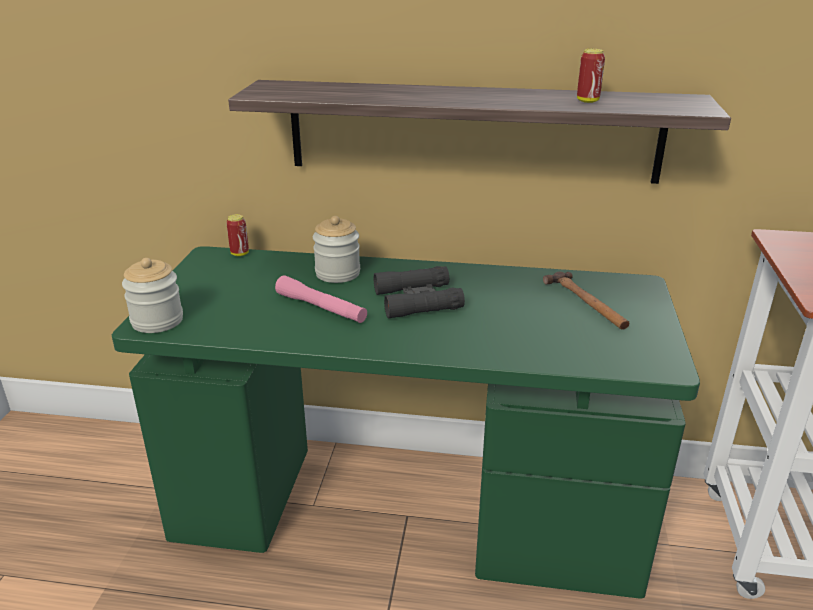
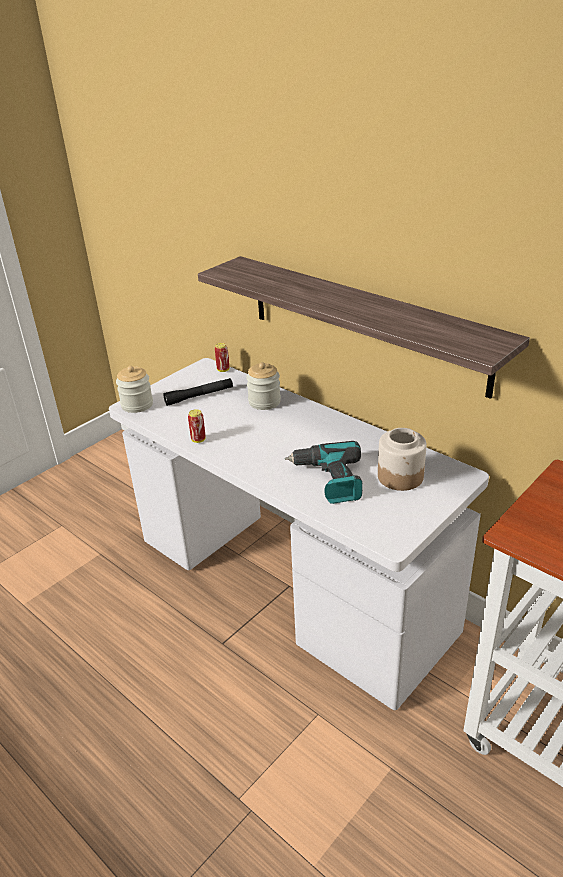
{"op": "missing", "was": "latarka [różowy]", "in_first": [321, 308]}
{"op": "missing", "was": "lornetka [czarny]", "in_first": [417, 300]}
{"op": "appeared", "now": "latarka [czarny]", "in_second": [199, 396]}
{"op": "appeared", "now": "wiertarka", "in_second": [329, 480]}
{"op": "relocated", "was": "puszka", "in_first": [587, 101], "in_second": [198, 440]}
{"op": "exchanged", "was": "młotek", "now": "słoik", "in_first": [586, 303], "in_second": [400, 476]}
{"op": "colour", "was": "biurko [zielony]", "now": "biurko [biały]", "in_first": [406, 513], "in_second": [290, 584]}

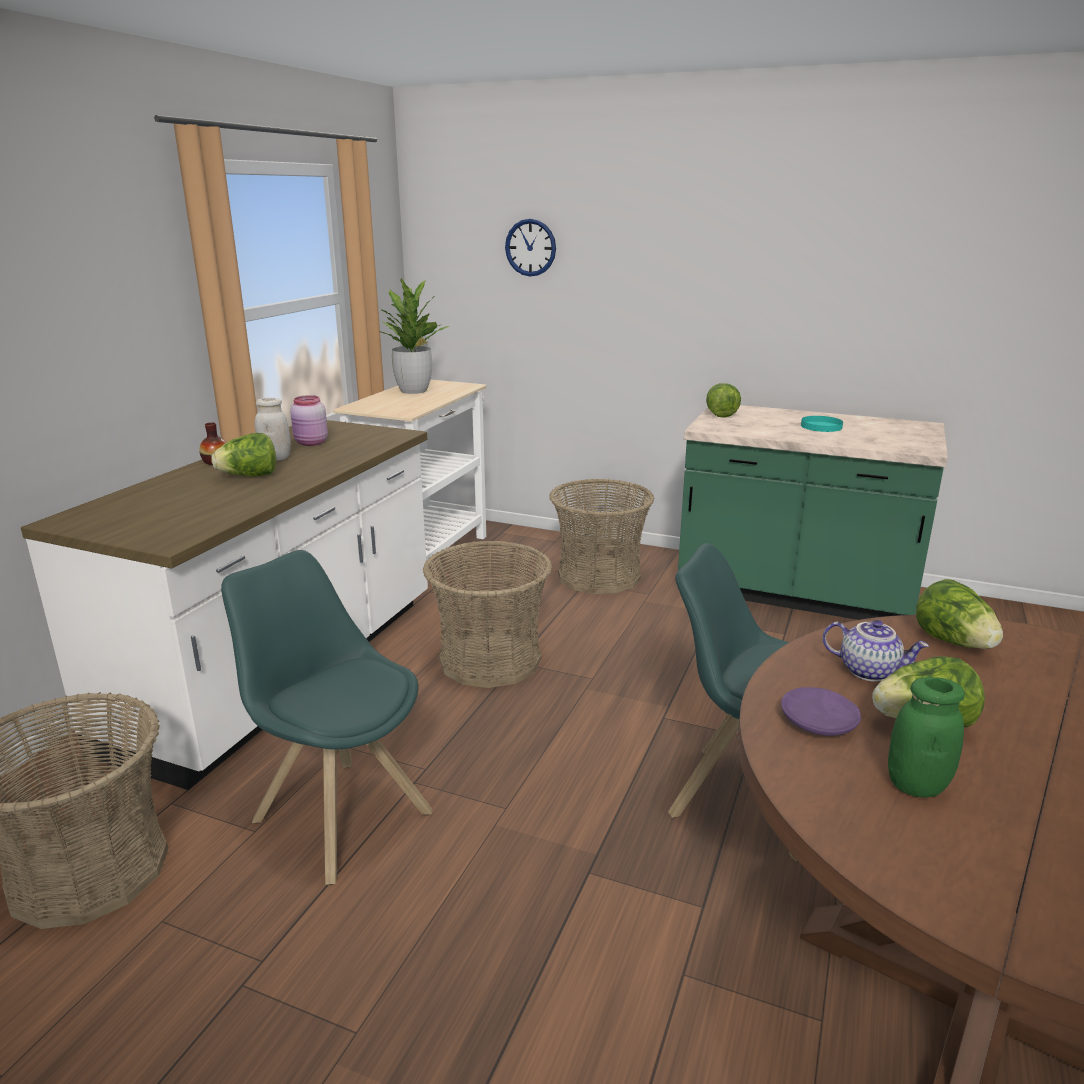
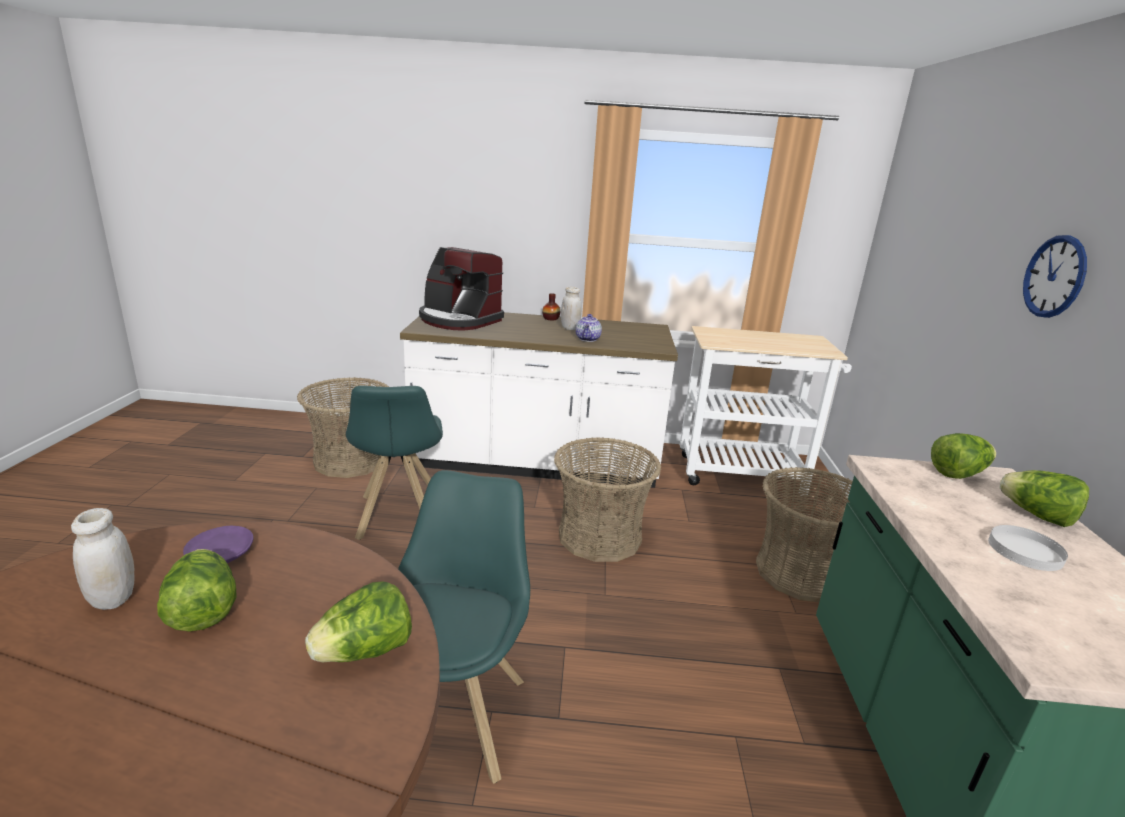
{"op": "missing", "was": "słoik [różowy]", "in_first": [311, 443]}
{"op": "missing", "was": "roślina doniczkowa", "in_first": [413, 391]}
{"op": "appeared", "now": "ekspres do kawy", "in_second": [459, 320]}
{"op": "relocated", "was": "sałata", "in_first": [249, 476], "in_second": [1037, 516]}
{"op": "relocated", "was": "zegar ścienny", "in_first": [530, 247], "in_second": [1054, 277]}
{"op": "relocated", "was": "imbryk", "in_first": [869, 671], "in_second": [588, 339]}
{"op": "colour", "was": "talerz [turkusowy]", "now": "talerz [biały]", "in_first": [821, 426], "in_second": [1025, 551]}
{"op": "colour", "was": "słoik [zielony]", "now": "słoik [biały]", "in_first": [916, 785], "in_second": [113, 598]}
{"op": "spun", "was": "krzesło [turkusowy]", "in_first": [340, 816], "in_second": [399, 516], "clockwise": 150}

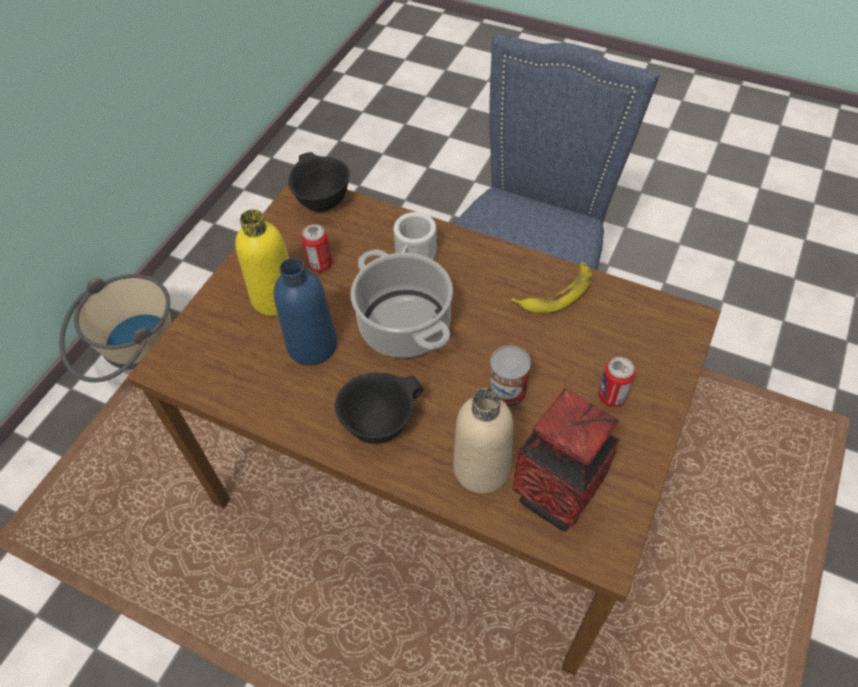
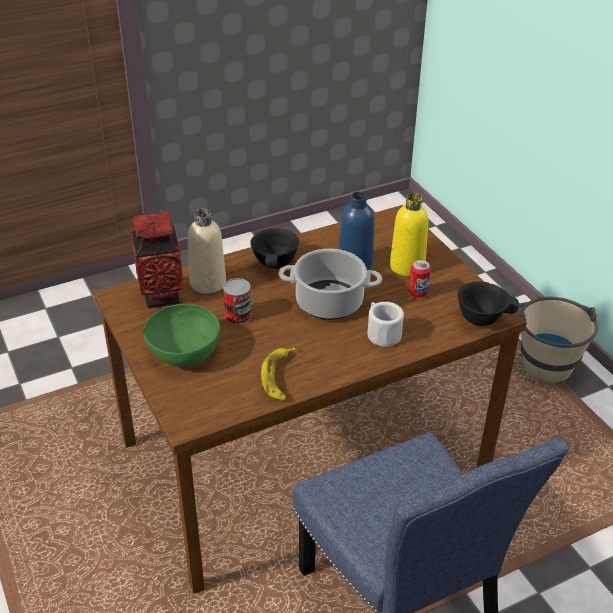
{"op": "exchanged", "was": "puszka", "now": "miska [zielony]", "in_first": [611, 396], "in_second": [183, 351]}

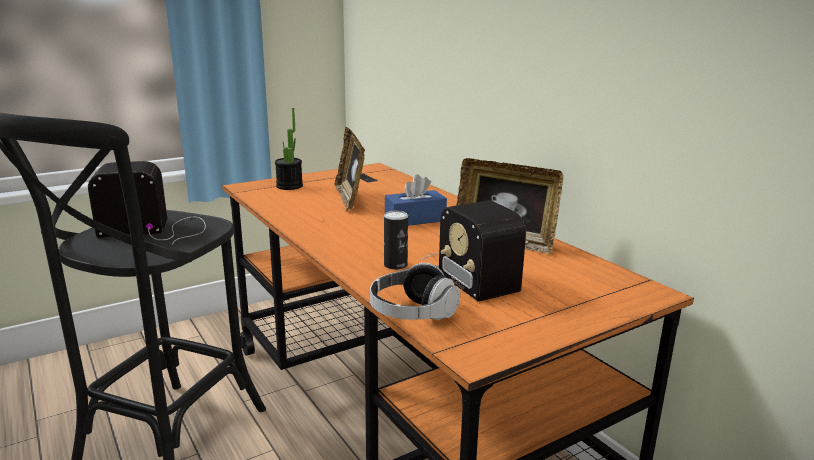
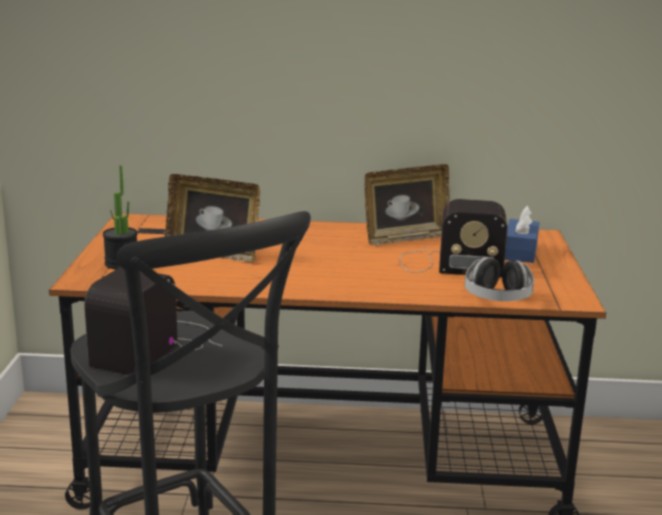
{"op": "missing", "was": "puszka", "in_first": [395, 265]}
{"op": "relocated", "was": "pudełko chusteczek [niebieski]", "in_first": [415, 219], "in_second": [520, 252]}

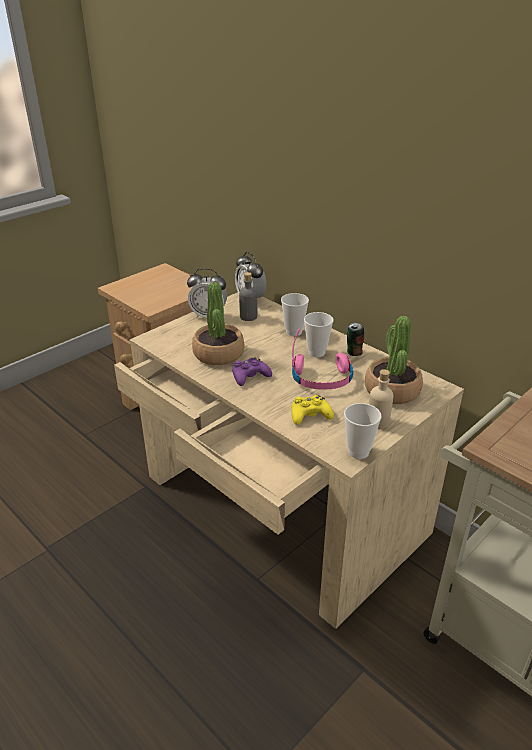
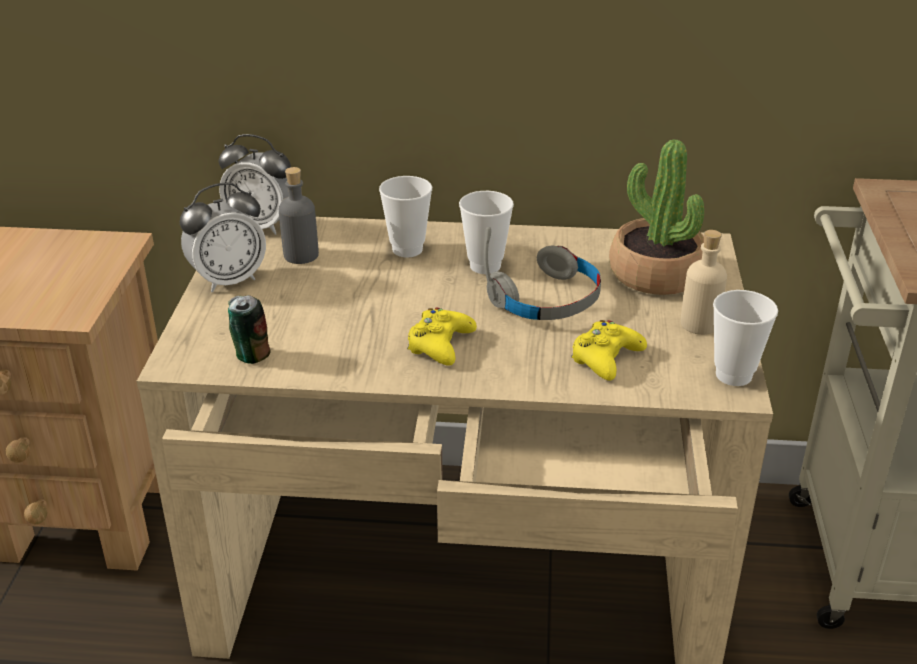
{"op": "missing", "was": "roślina doniczkowa", "in_first": [218, 354]}
{"op": "relocated", "was": "puszka", "in_first": [353, 352], "in_second": [251, 355]}
{"op": "colour", "was": "pad do gier [fioletowy]", "now": "pad do gier [żółty]", "in_first": [250, 376], "in_second": [440, 345]}
{"op": "colour", "was": "słuchawki [różowy]", "now": "słuchawki [szary]", "in_first": [322, 379], "in_second": [547, 300]}

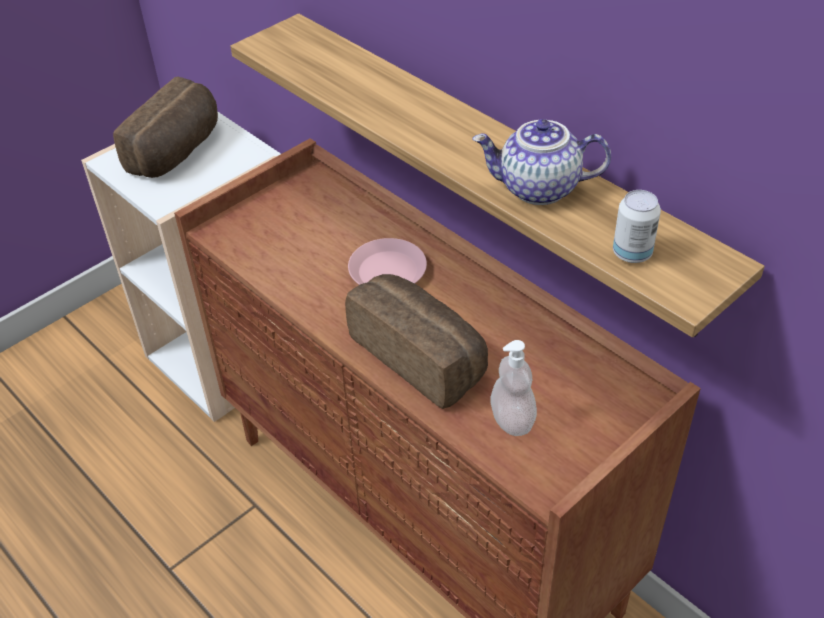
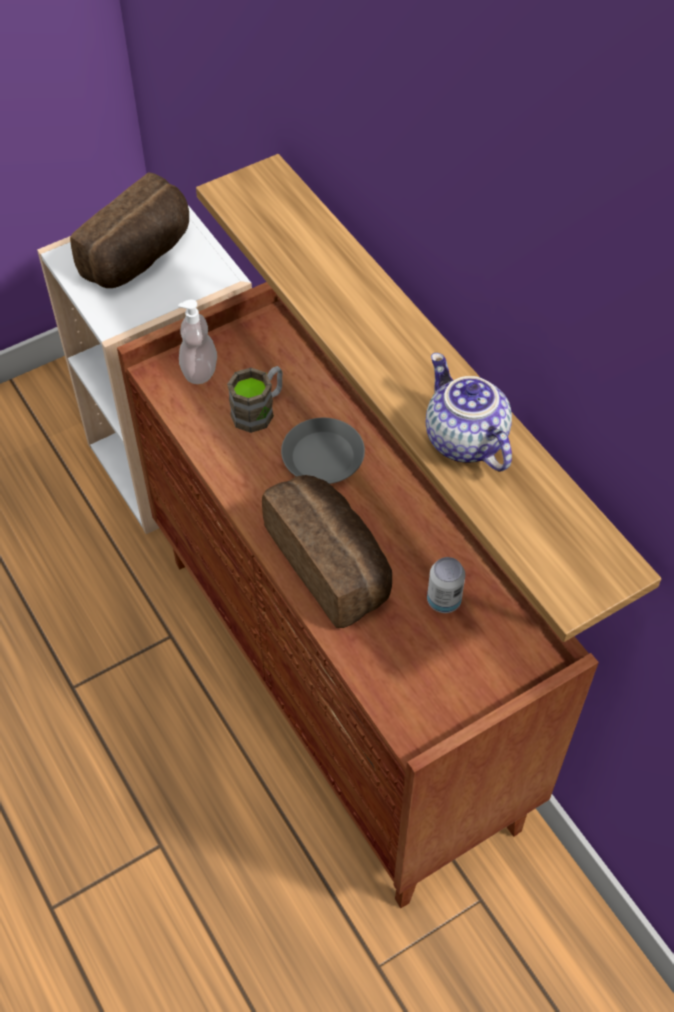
{"op": "appeared", "now": "kubek [brązowy]", "in_second": [259, 410]}
{"op": "relocated", "was": "dozownik mydła", "in_first": [512, 420], "in_second": [199, 371]}
{"op": "relocated", "was": "puszka", "in_first": [632, 253], "in_second": [443, 600]}
{"op": "colour", "was": "talerz [różowy]", "now": "talerz [szary]", "in_first": [388, 272], "in_second": [323, 457]}
{"op": "spun", "was": "imbryk", "in_first": [538, 189], "in_second": [463, 440], "clockwise": 45}

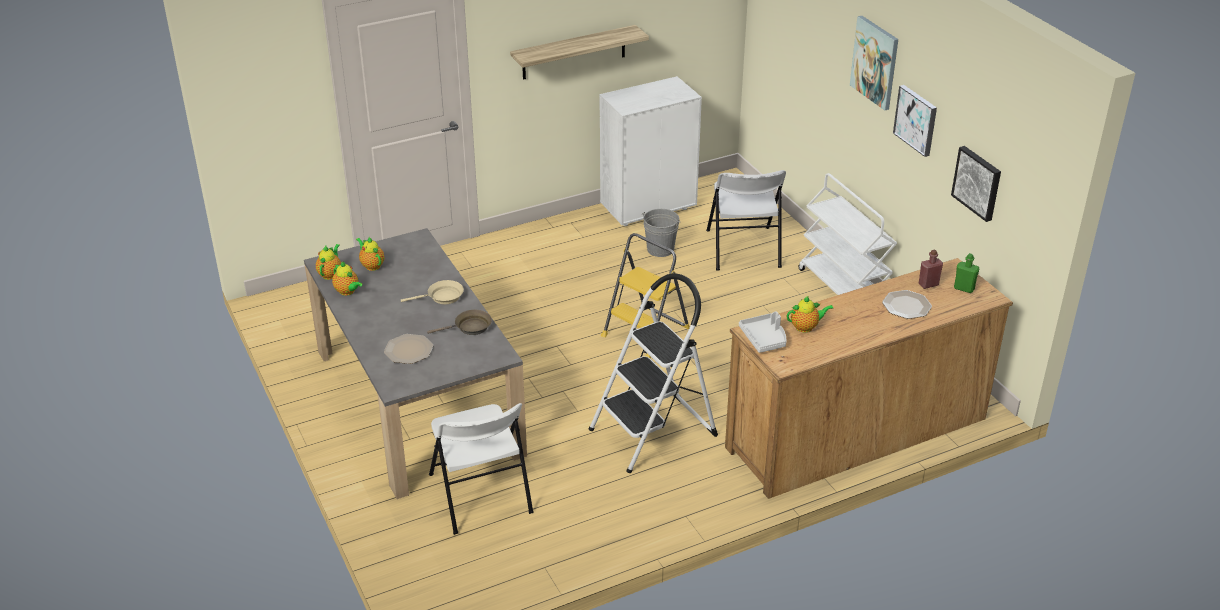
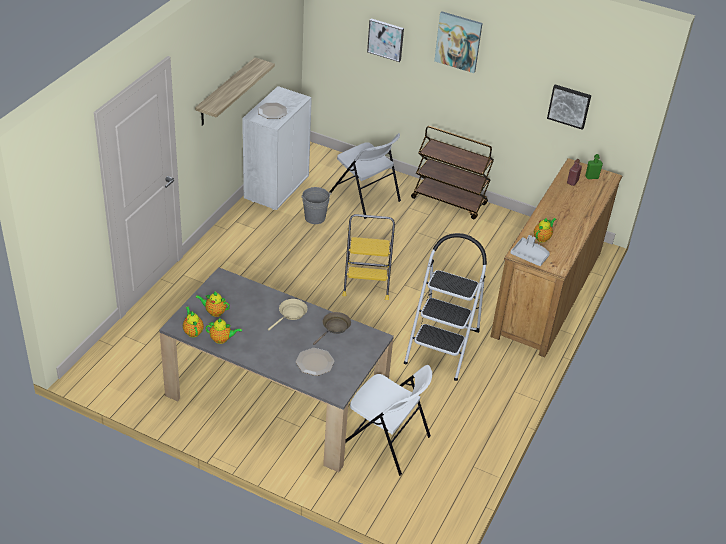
{"op": "relocated", "was": "talerz", "in_first": [907, 305], "in_second": [272, 111]}
{"op": "relocated", "was": "obraz", "in_first": [916, 120], "in_second": [386, 39]}
{"op": "colour", "was": "wózek [biały]", "now": "wózek [brązowy]", "in_first": [843, 289], "in_second": [449, 201]}

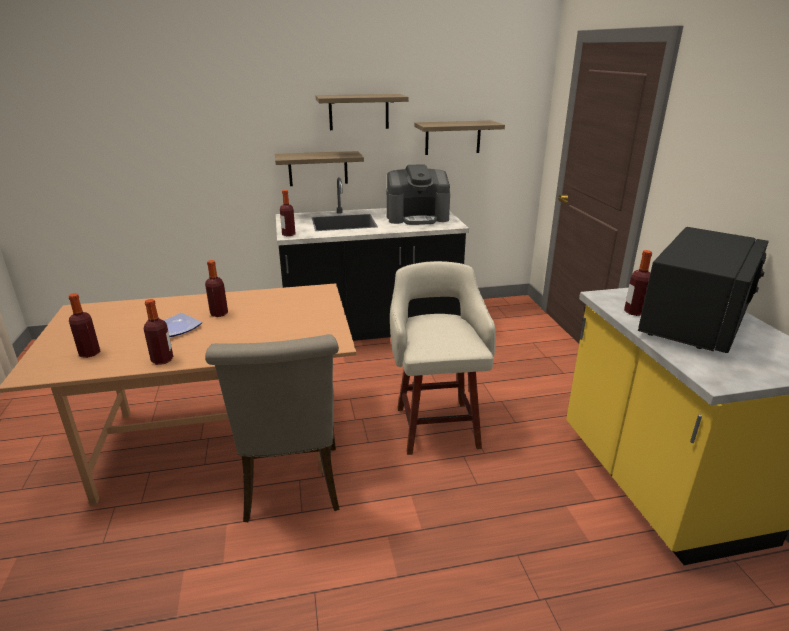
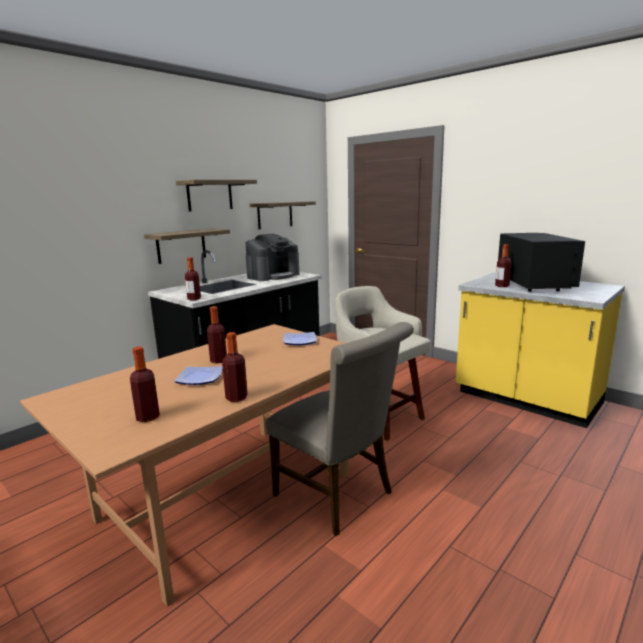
{"op": "appeared", "now": "talerz", "in_second": [300, 341]}

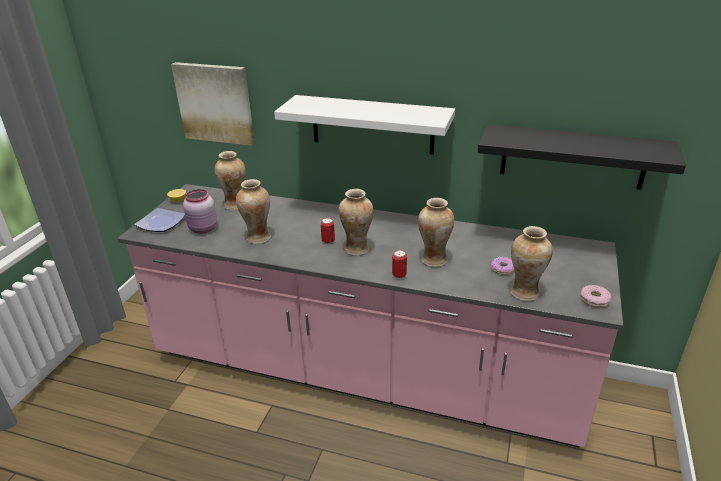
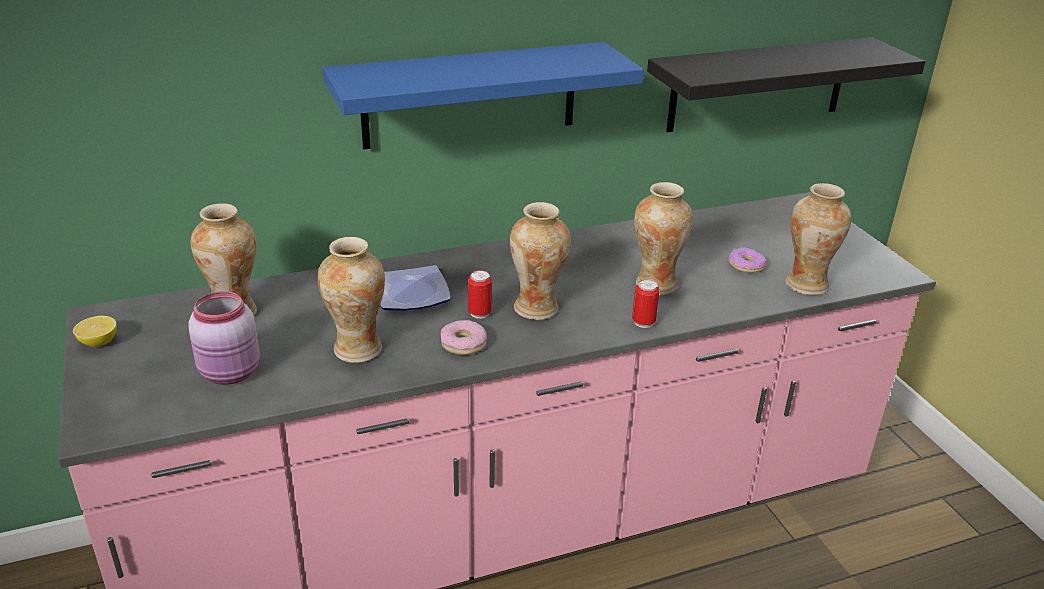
{"op": "missing", "was": "obraz", "in_first": [215, 103]}
{"op": "relocated", "was": "talerz", "in_first": [161, 222], "in_second": [409, 293]}
{"op": "relocated", "was": "donut", "in_first": [594, 300], "in_second": [463, 344]}
{"op": "colour", "was": "półka [biały]", "now": "półka [niebieski]", "in_first": [372, 124], "in_second": [470, 95]}

